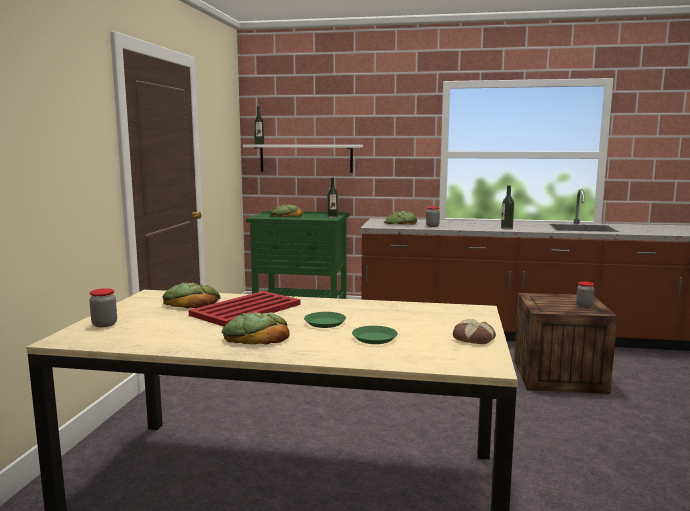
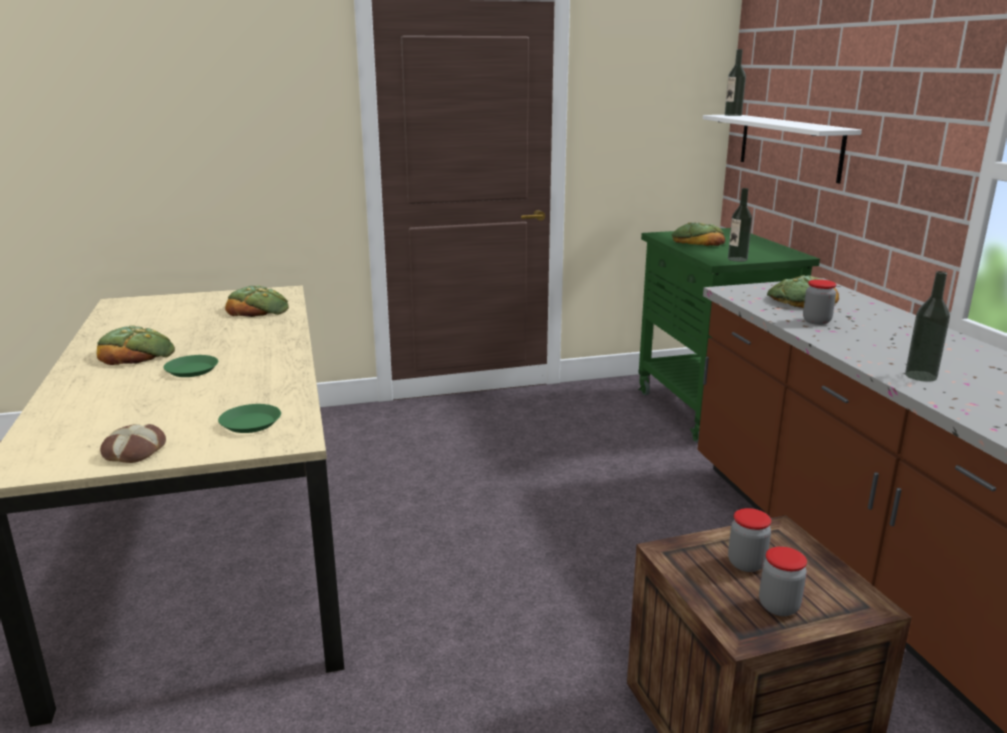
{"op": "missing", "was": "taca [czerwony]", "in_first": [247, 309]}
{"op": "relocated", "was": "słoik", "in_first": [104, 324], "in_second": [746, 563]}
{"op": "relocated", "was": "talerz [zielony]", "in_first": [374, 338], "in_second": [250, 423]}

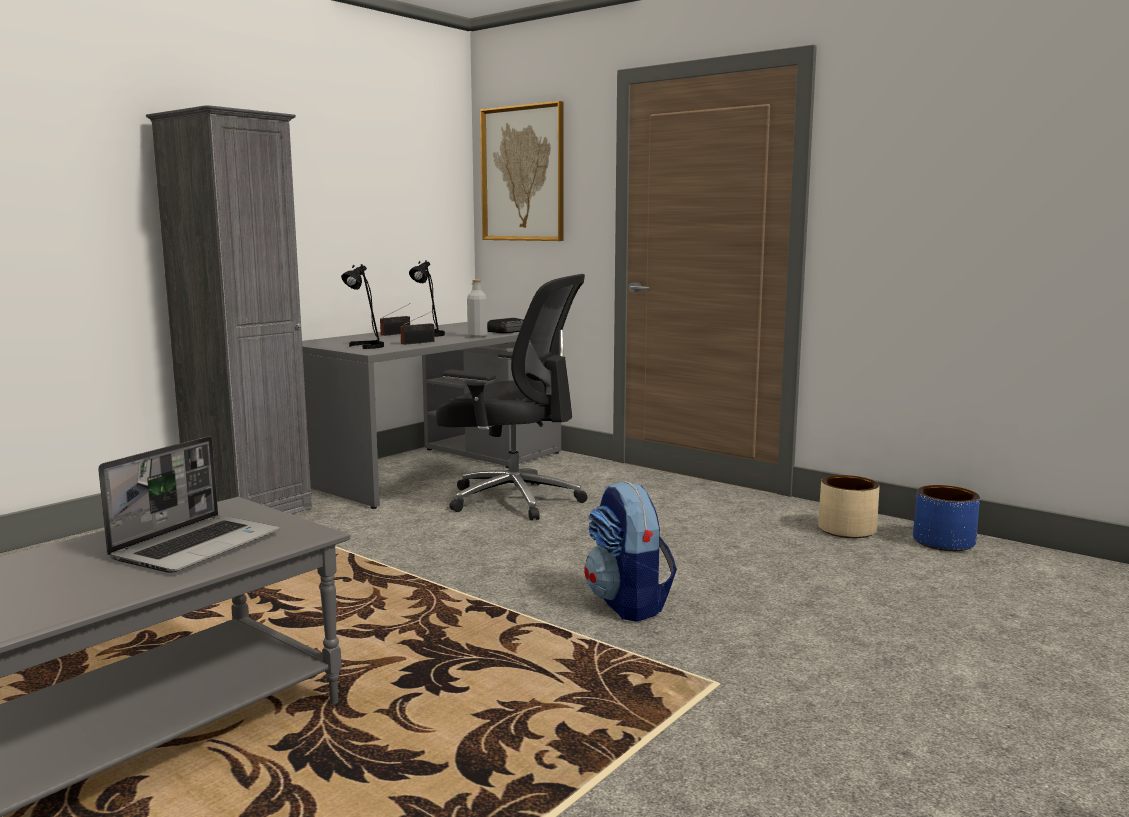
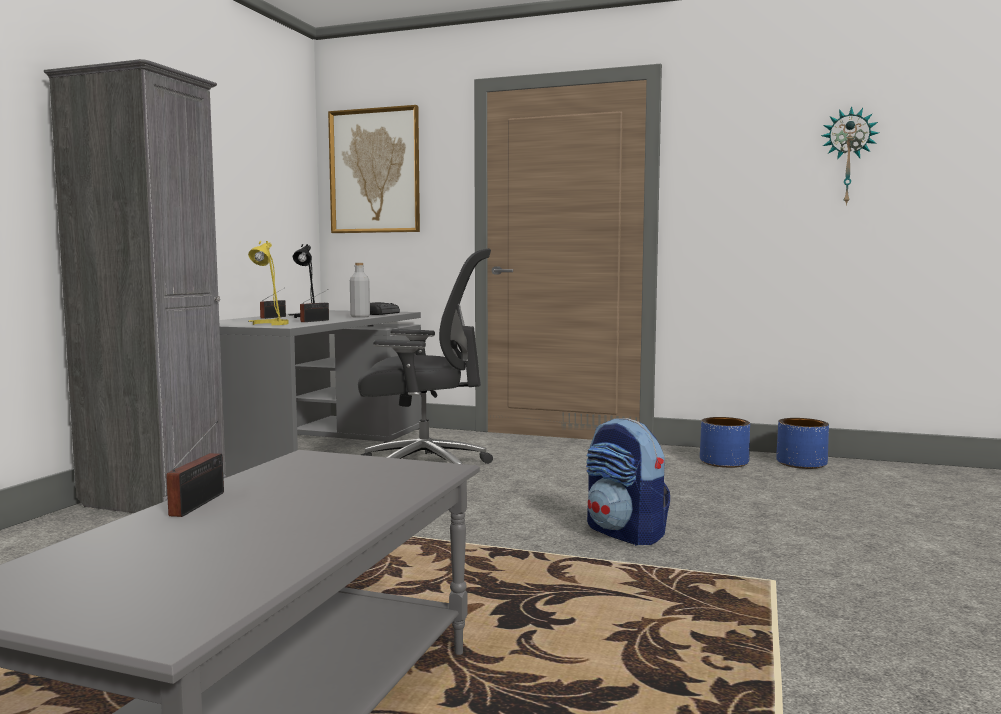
{"op": "missing", "was": "laptop", "in_first": [197, 545]}
{"op": "appeared", "now": "radio", "in_second": [201, 502]}
{"op": "appeared", "now": "zegar ścienny", "in_second": [848, 156]}
{"op": "colour", "was": "lampa stołowa [czarny]", "now": "lampa stołowa [żółty]", "in_first": [364, 346], "in_second": [268, 324]}
{"op": "colour", "was": "donica [beżowy]", "now": "donica [niebieski]", "in_first": [847, 530], "in_second": [724, 462]}

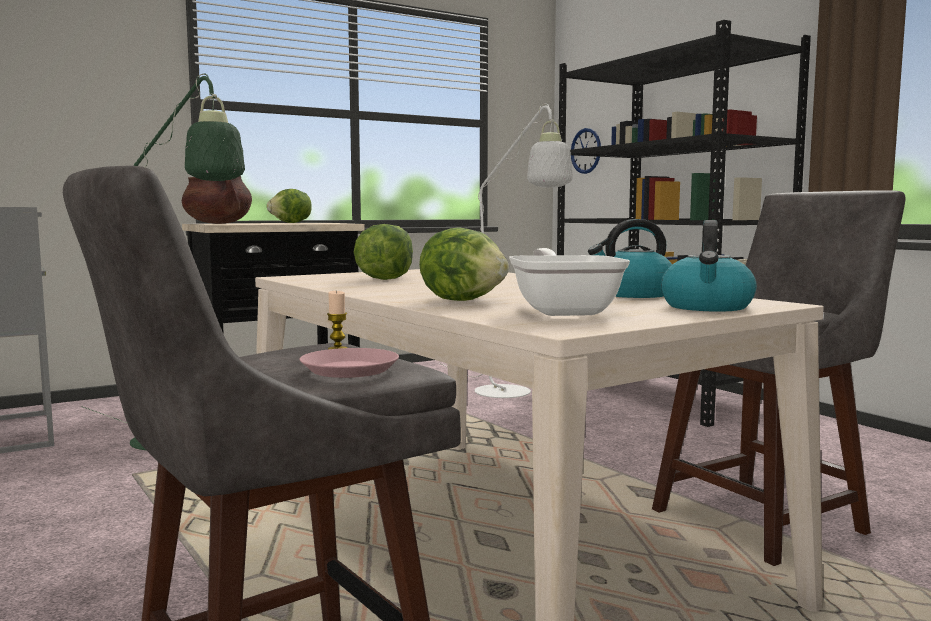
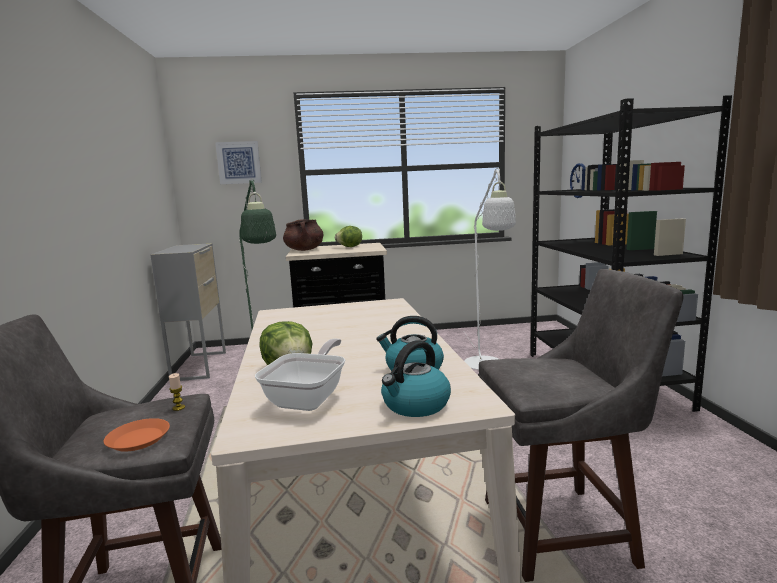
{"op": "missing", "was": "sałata", "in_first": [384, 279]}
{"op": "appeared", "now": "obraz", "in_second": [239, 162]}
{"op": "colour", "was": "talerz [różowy]", "now": "talerz [pomarańczowy]", "in_first": [350, 369], "in_second": [139, 439]}

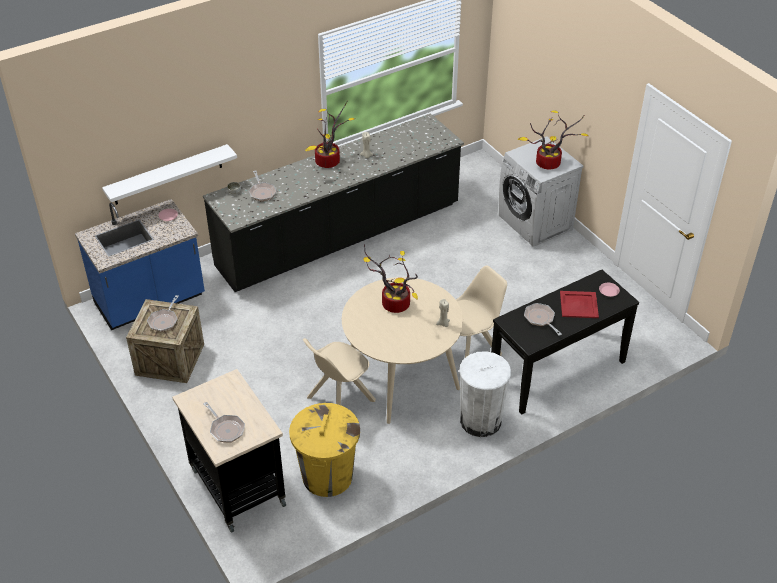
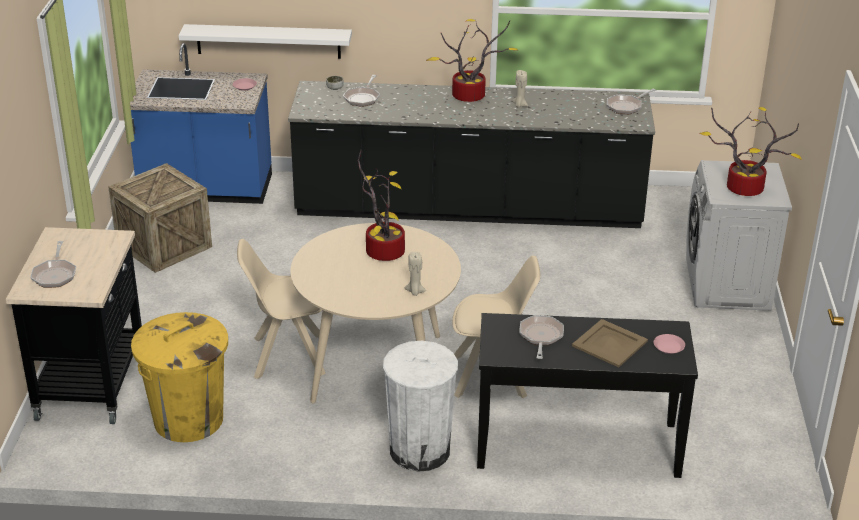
{"op": "relocated", "was": "patelnia", "in_first": [164, 320], "in_second": [626, 106]}
{"op": "colour", "was": "taca [czerwony]", "now": "taca [beżowy]", "in_first": [578, 305], "in_second": [609, 343]}

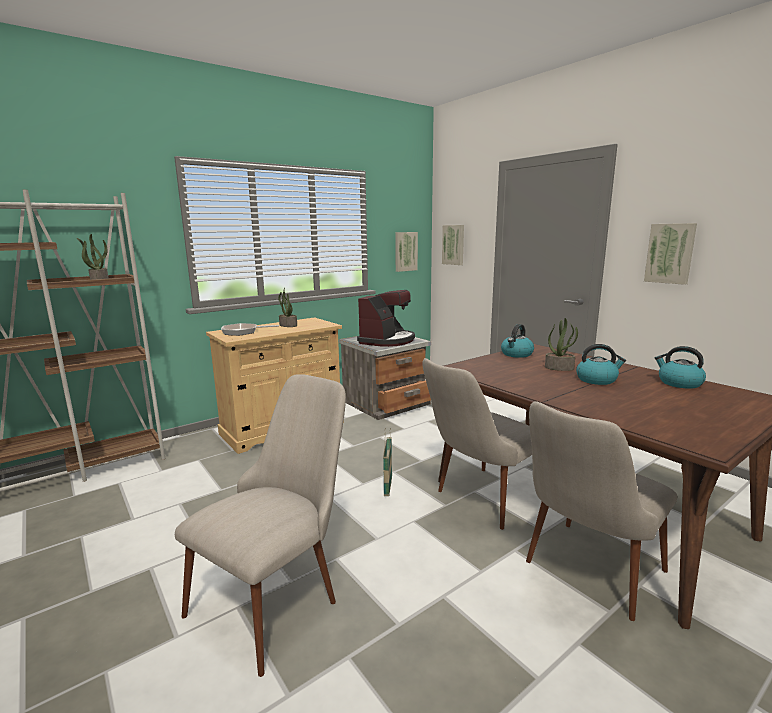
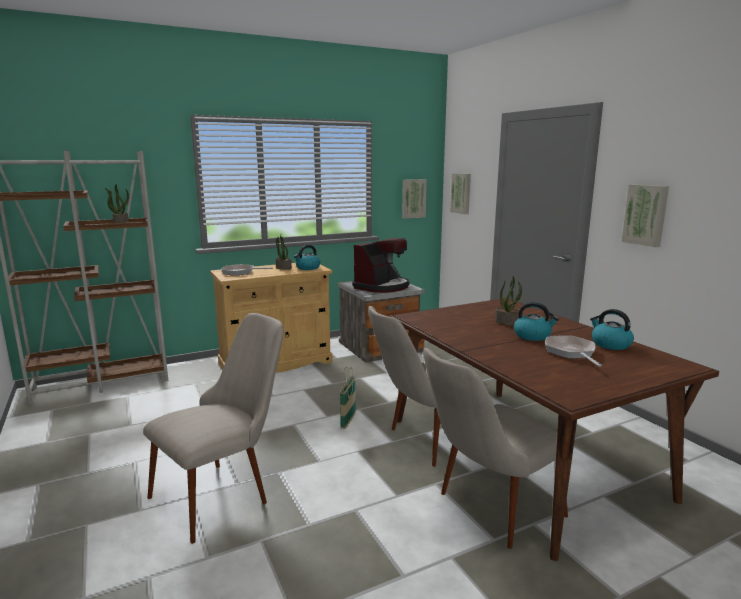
{"op": "appeared", "now": "patelnia", "in_second": [571, 352]}
{"op": "relocated", "was": "czajnik", "in_first": [516, 354], "in_second": [307, 268]}

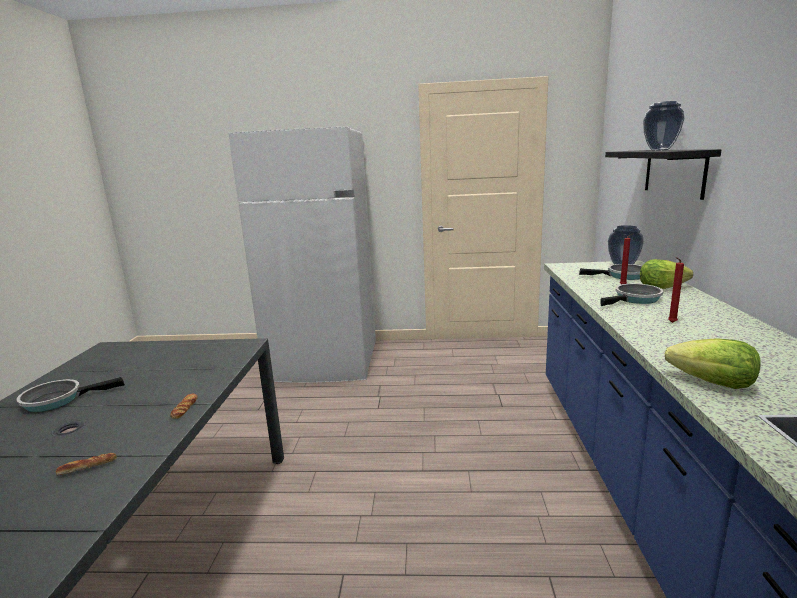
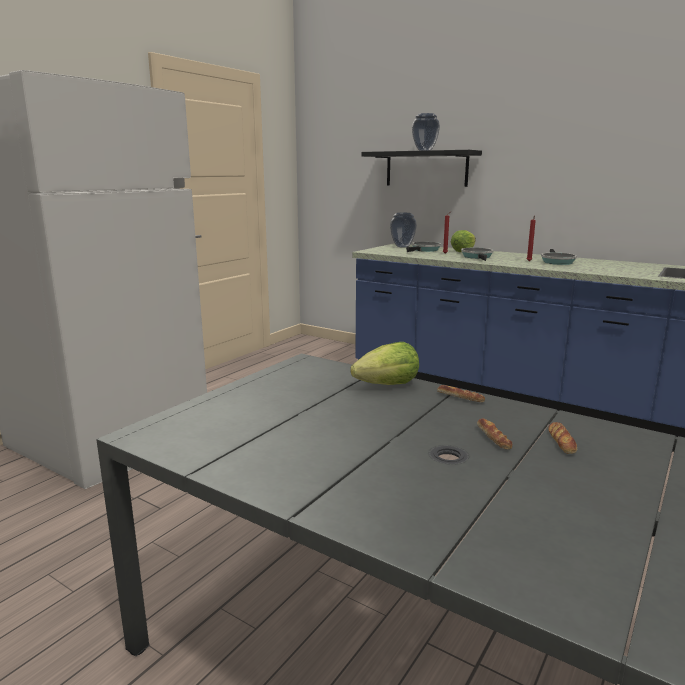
{"op": "appeared", "now": "chleb", "in_second": [493, 438]}
{"op": "relocated", "was": "patelnia", "in_first": [58, 400], "in_second": [556, 262]}
{"op": "relocated", "was": "sałata", "in_first": [713, 383], "in_second": [388, 385]}

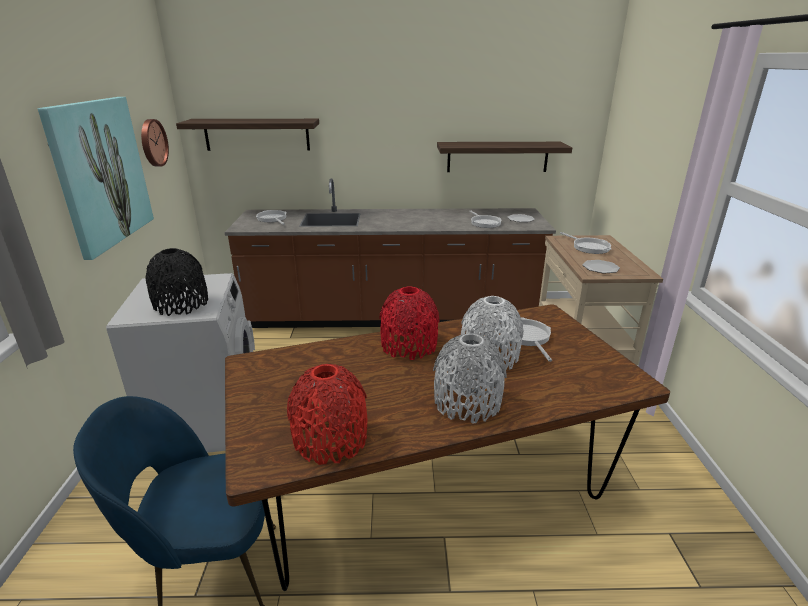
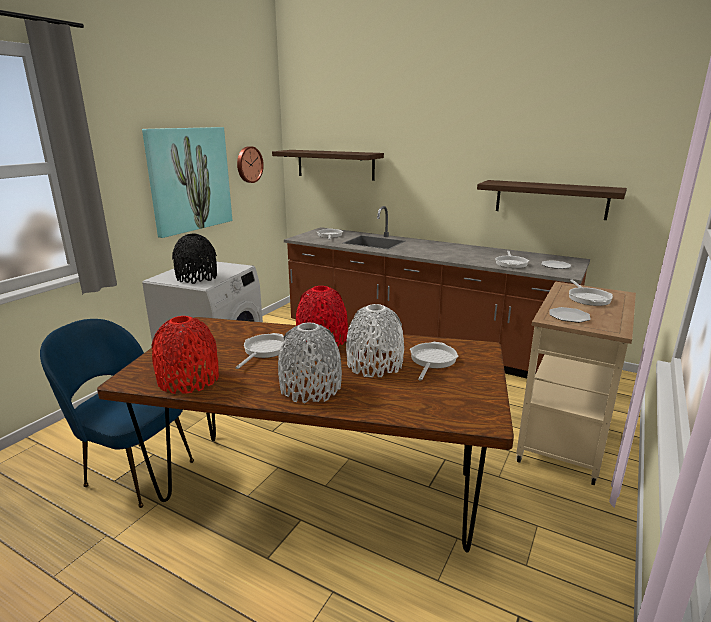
{"op": "appeared", "now": "patelnia", "in_second": [264, 350]}

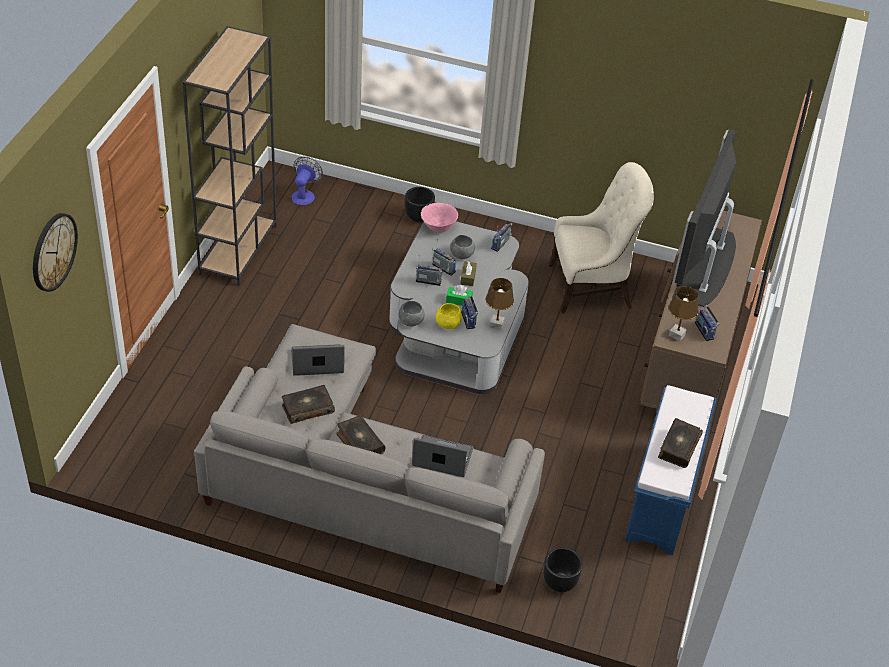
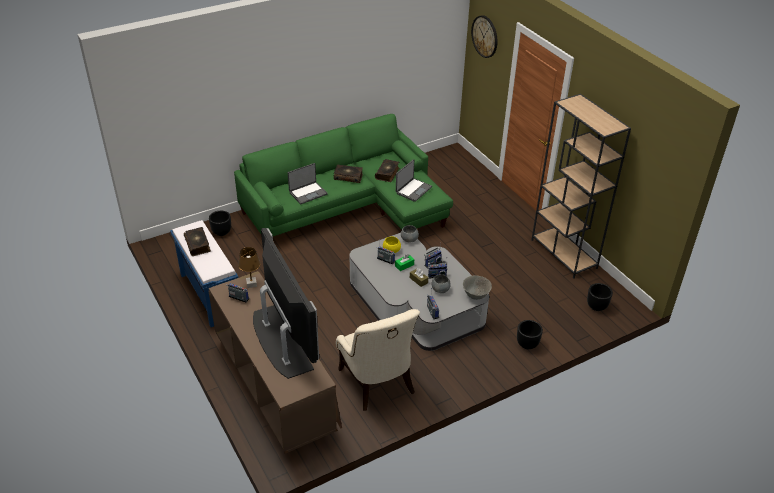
{"op": "missing", "was": "lampa stołowa [brązowy]", "in_first": [497, 324]}
{"op": "exchanged", "was": "wentylator", "now": "donica [czarny]", "in_first": [304, 195], "in_second": [596, 306]}
{"op": "colour", "was": "kanapa [szary]", "now": "kanapa [zielony]", "in_first": [359, 485], "in_second": [349, 208]}
{"op": "colour", "was": "miska [różowy]", "now": "miska [szary]", "in_first": [438, 227], "in_second": [475, 295]}
{"op": "spun", "was": "fotel [beżowy]", "in_first": [591, 287], "in_second": [377, 381], "clockwise": -60}

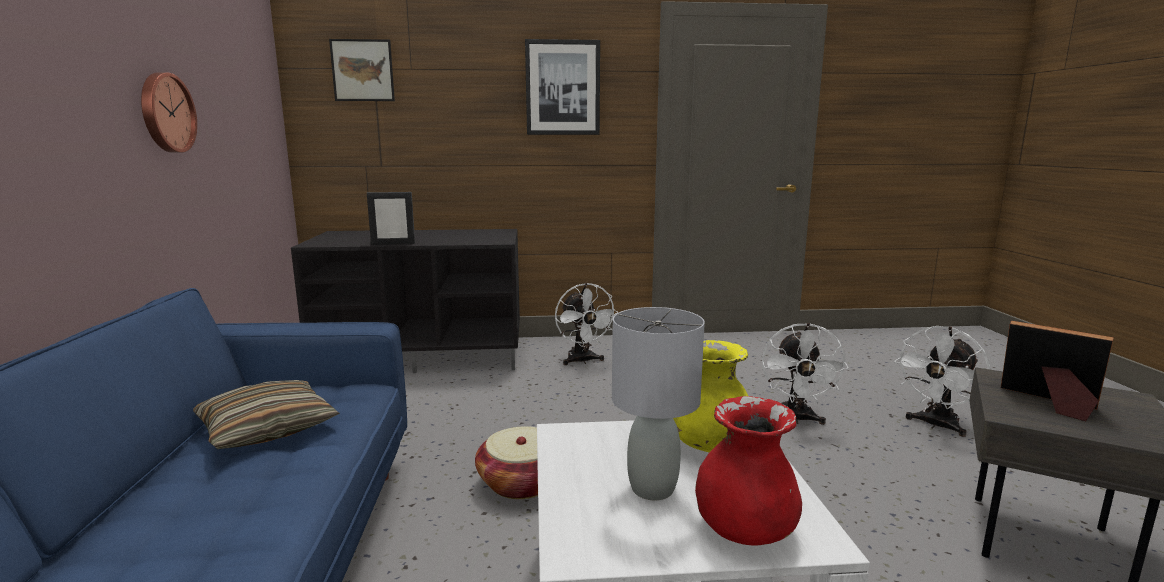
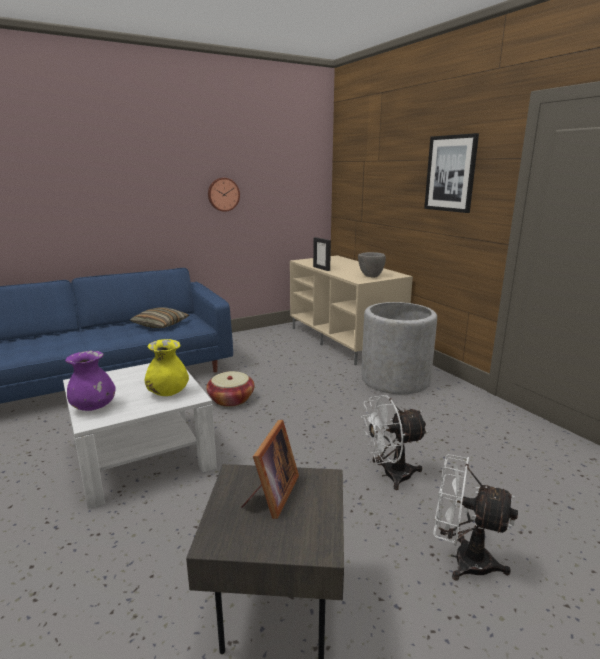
{"op": "missing", "was": "obraz", "in_first": [362, 70]}
{"op": "missing", "was": "lampa stołowa [szary]", "in_first": [653, 488]}
{"op": "appeared", "now": "miska [szary]", "in_second": [370, 276]}
{"op": "exchanged", "was": "wentylator [biały]", "now": "donica [szary]", "in_first": [582, 361], "in_second": [395, 380]}
{"op": "colour", "was": "szafka pod telewizor [czarny]", "now": "szafka pod telewizor [beżowy]", "in_first": [424, 355], "in_second": [345, 340]}
{"op": "colour", "was": "wazon [czerwony]", "now": "wazon [fioletowy]", "in_first": [744, 531], "in_second": [94, 407]}

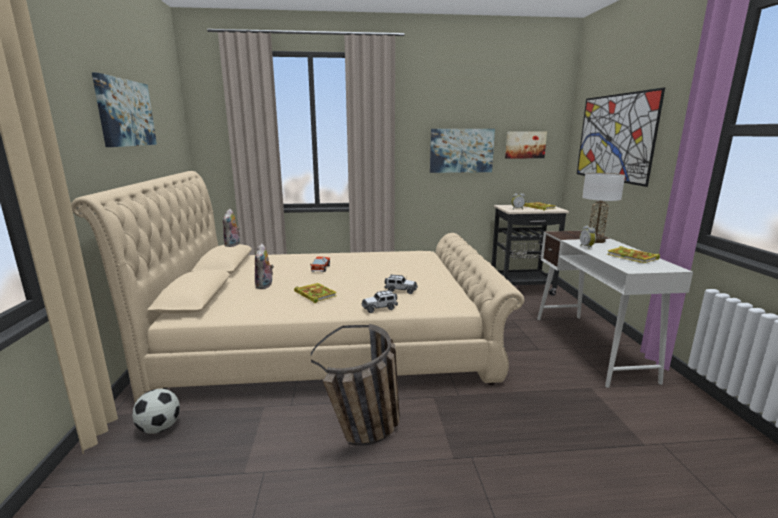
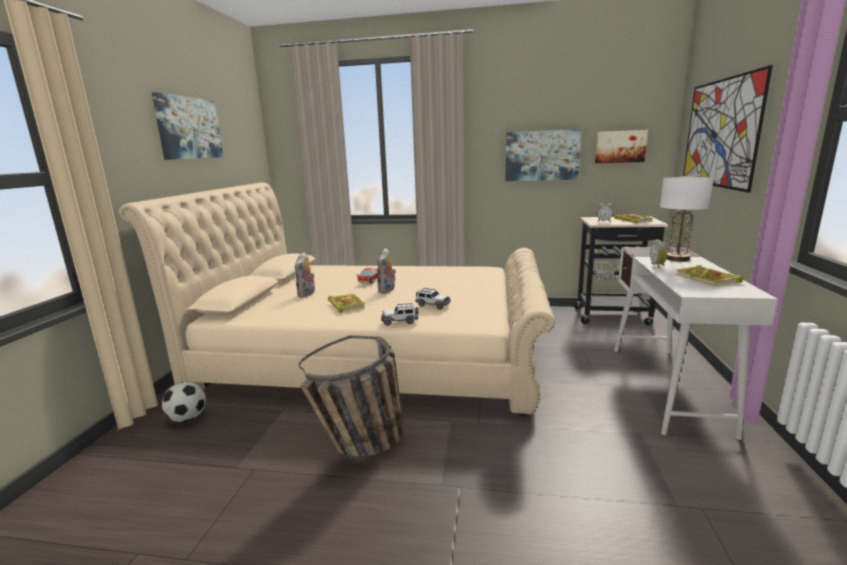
{"op": "relocated", "was": "pluszak", "in_first": [233, 245], "in_second": [387, 290]}

